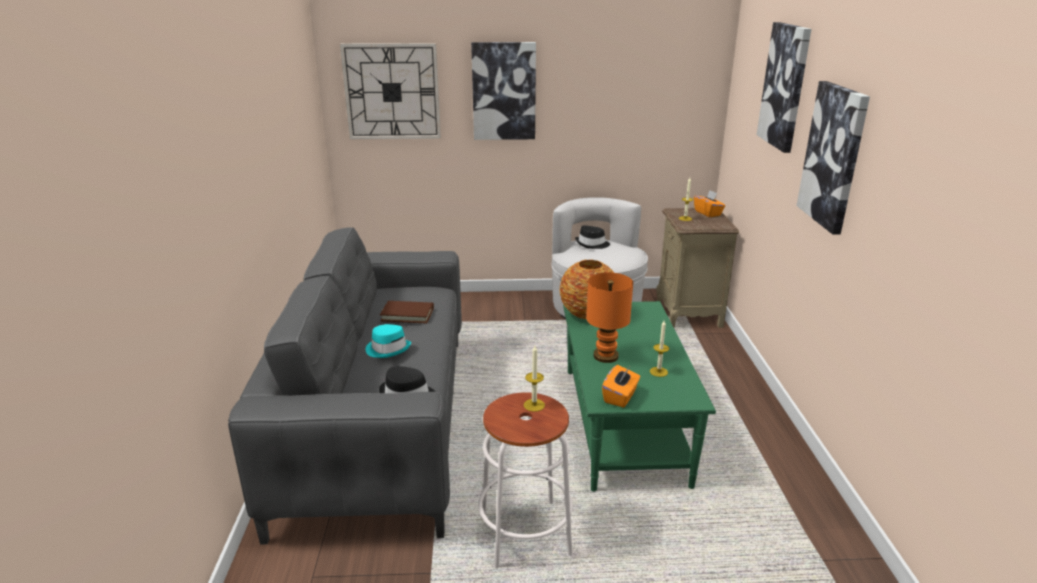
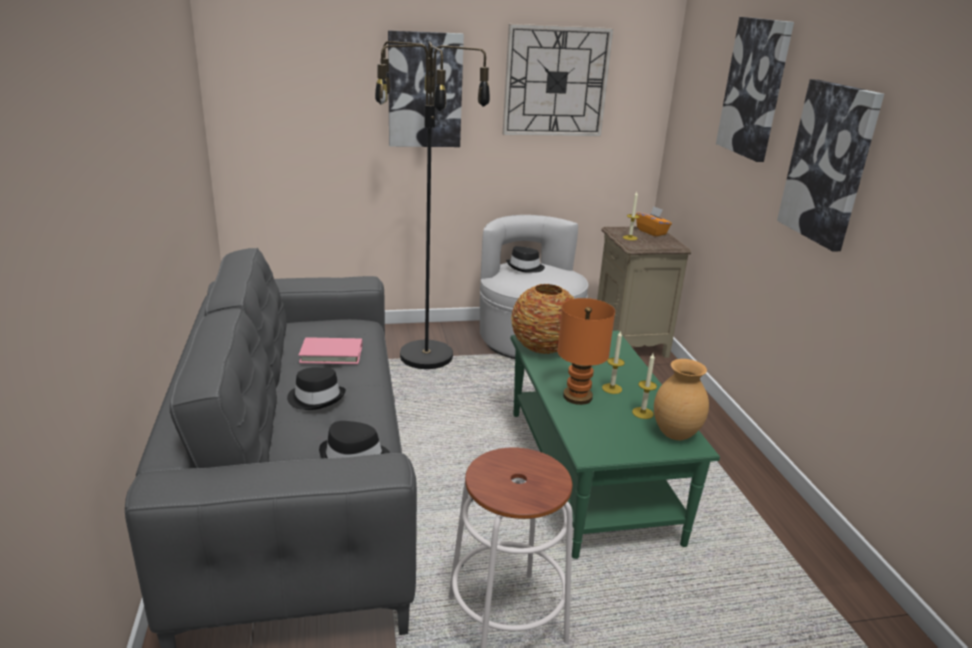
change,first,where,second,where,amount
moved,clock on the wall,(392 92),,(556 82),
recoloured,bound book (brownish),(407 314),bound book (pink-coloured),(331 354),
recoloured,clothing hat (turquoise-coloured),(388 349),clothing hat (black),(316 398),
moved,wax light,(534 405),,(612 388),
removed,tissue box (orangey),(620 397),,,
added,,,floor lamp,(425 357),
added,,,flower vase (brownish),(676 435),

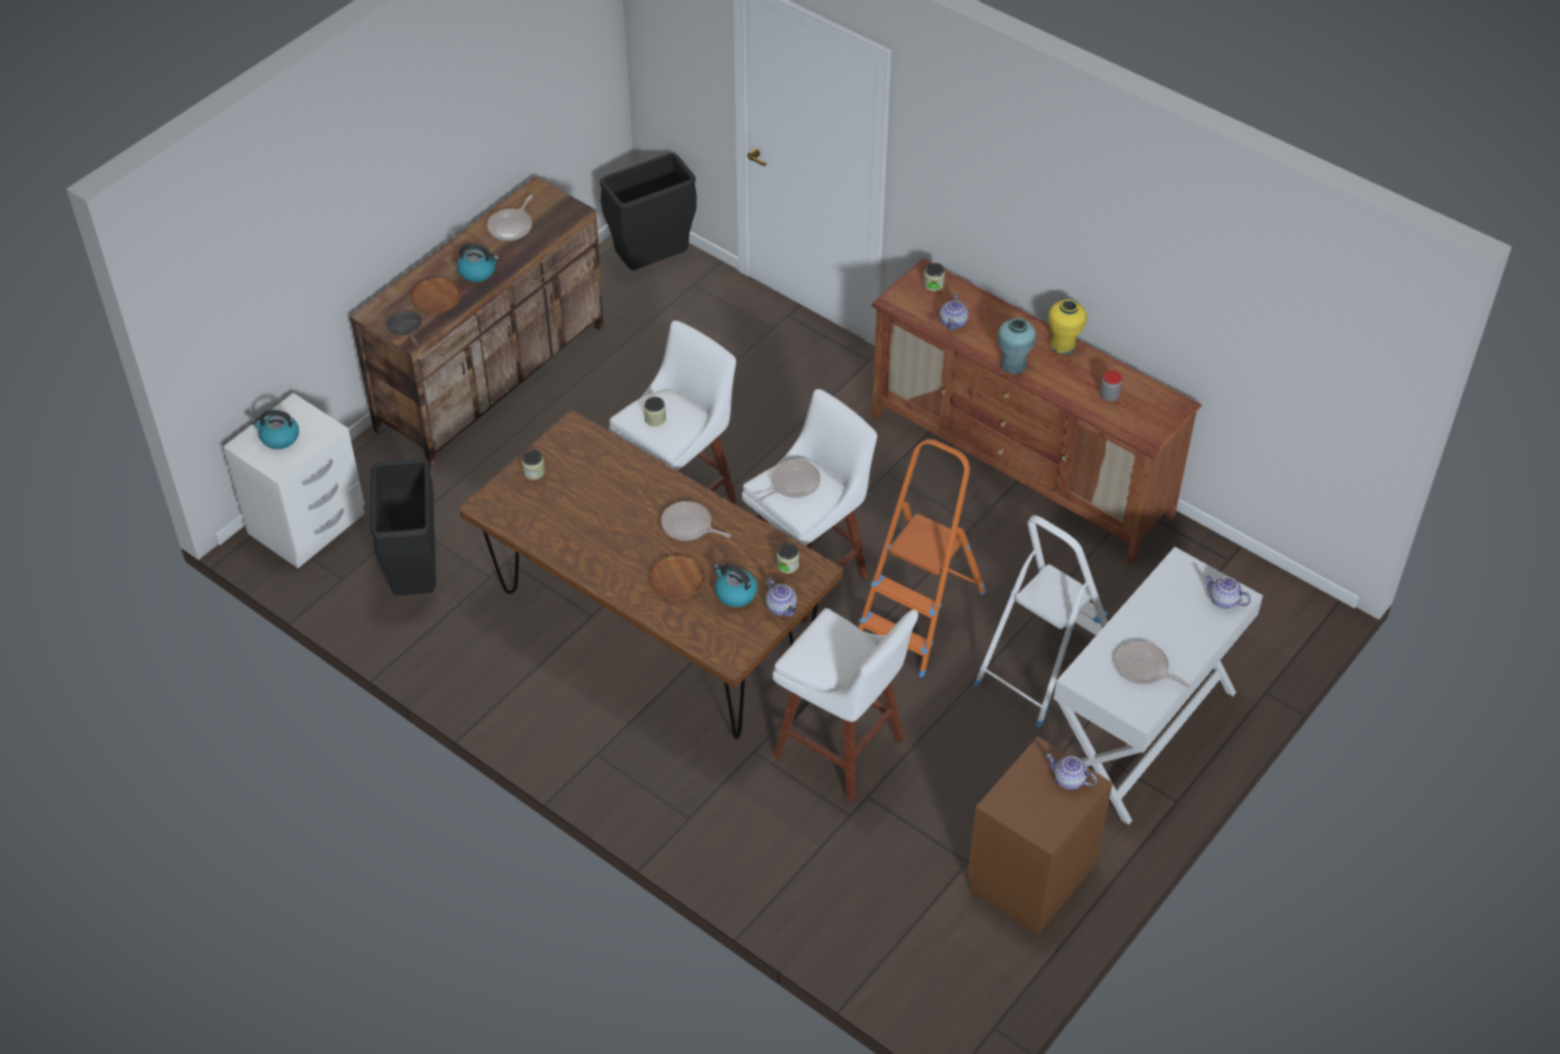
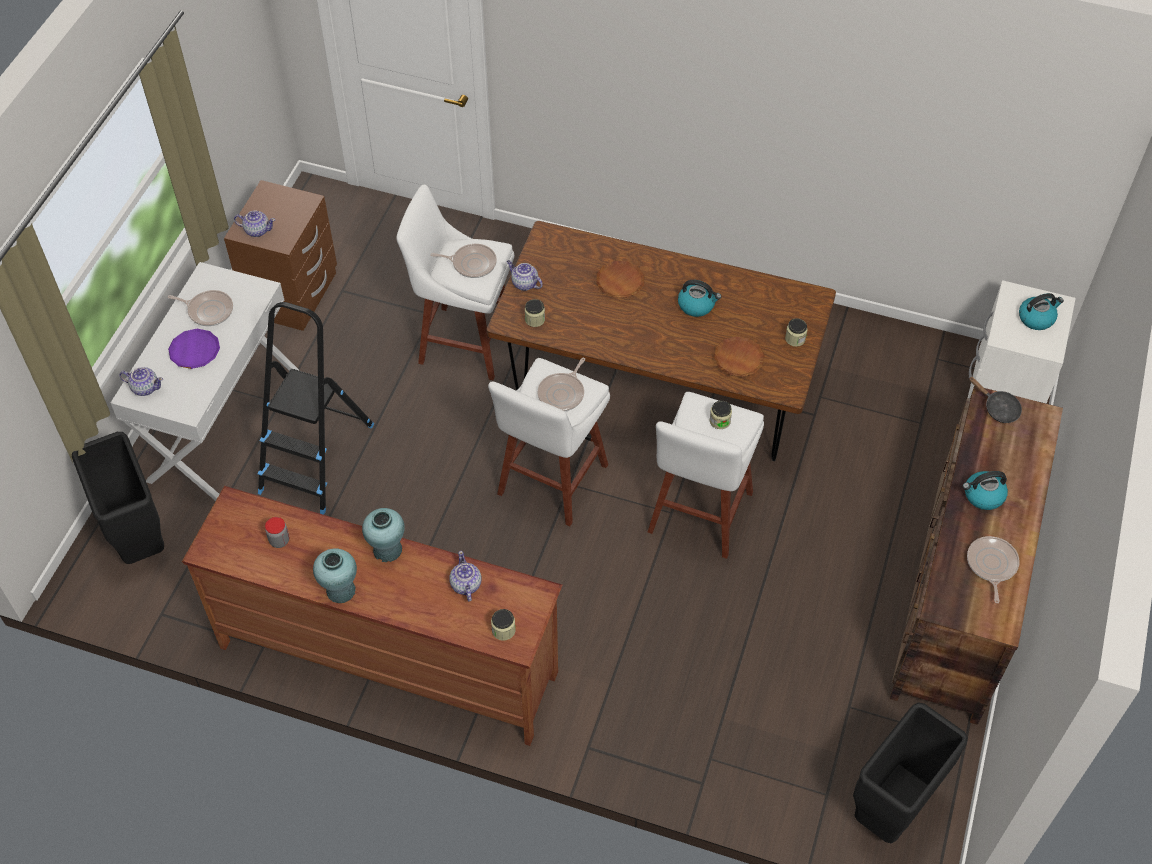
change,first,where,second,where,amount
moved,flat dish (brownish),(436 298),,(738 359),
recoloured,flower vase (yellowish),(1063 345),flower vase (turquoise-coloured),(340 591),
removed,step stool (orangey),(919 618),,,
moved,rubbish bin (black),(415 579),,(141 541),
moved,pan,(689 526),,(472 263),
recoloured,step stool (whitish),(1046 664),step stool (black),(316 459),
moved,water kettle,(735 593),,(697 305),
added,,,flat dish (purple),(195 351),

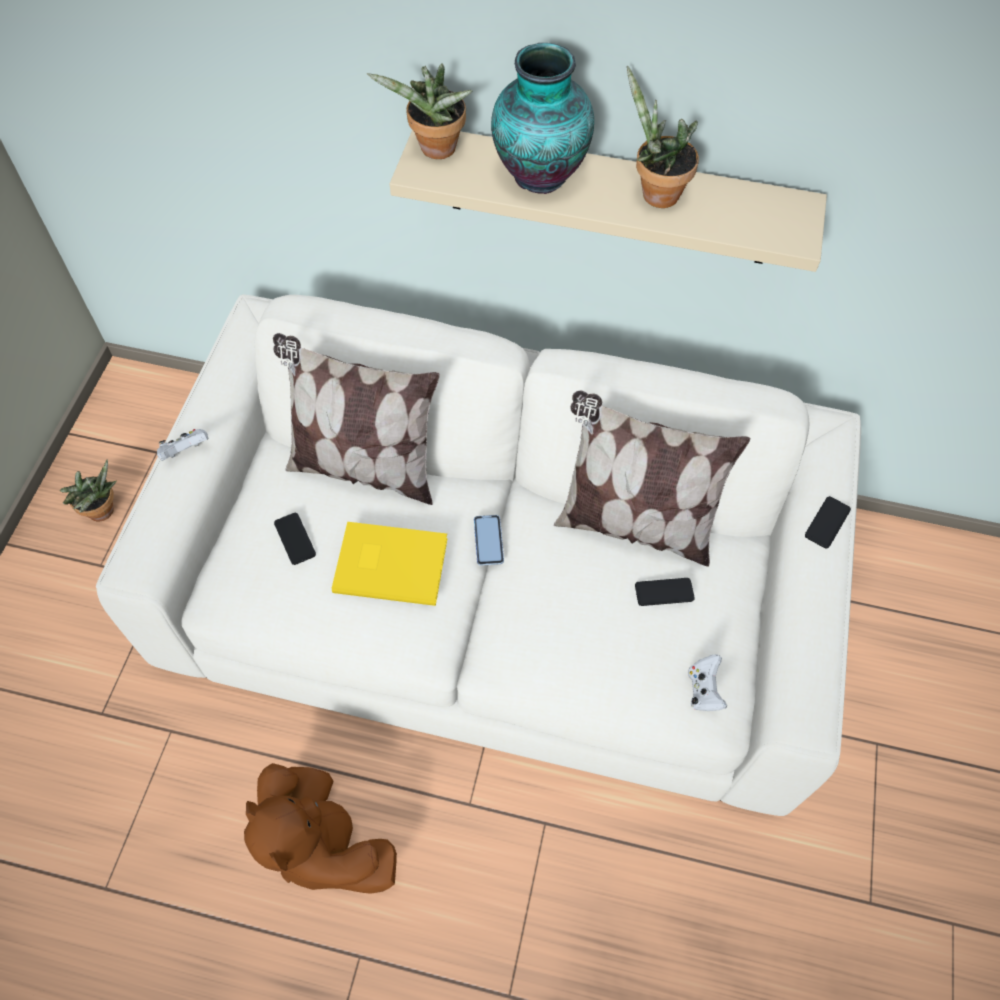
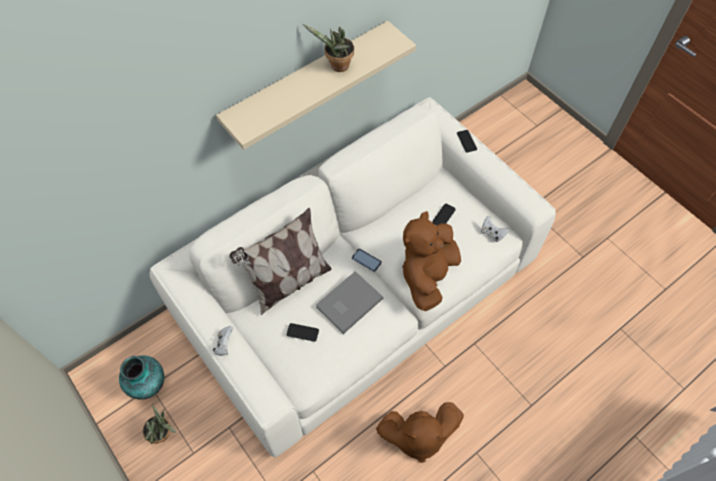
change,first,where,second,where,amount
moved,flower vase,(537 175),,(148 386),
removed,potted plant,(434 151),,,
removed,throw pillow,(633 523),,,
recoloured,bound book (yellowish),(389 563),bound book (gray),(347 302),
added,,,cuddly toy (brownish),(427 275),

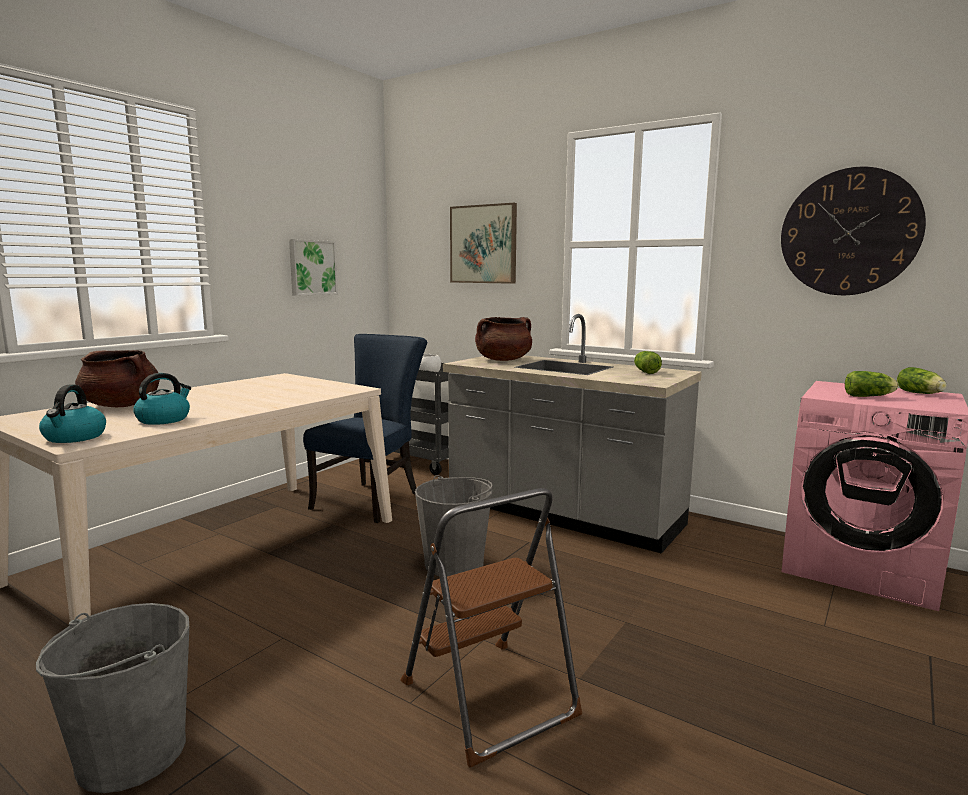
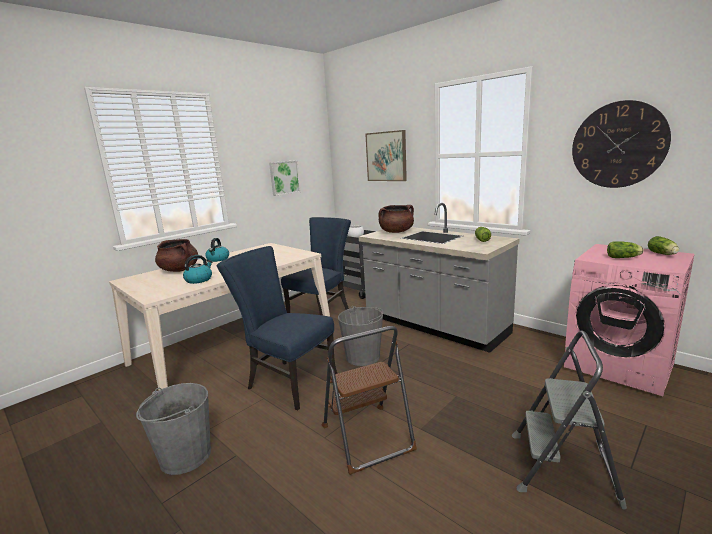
change,first,where,second,where,amount
moved,water kettle,(74 437),,(218 259),
added,,,chair (blue),(287 381),
added,,,step stool (gray),(568 469),

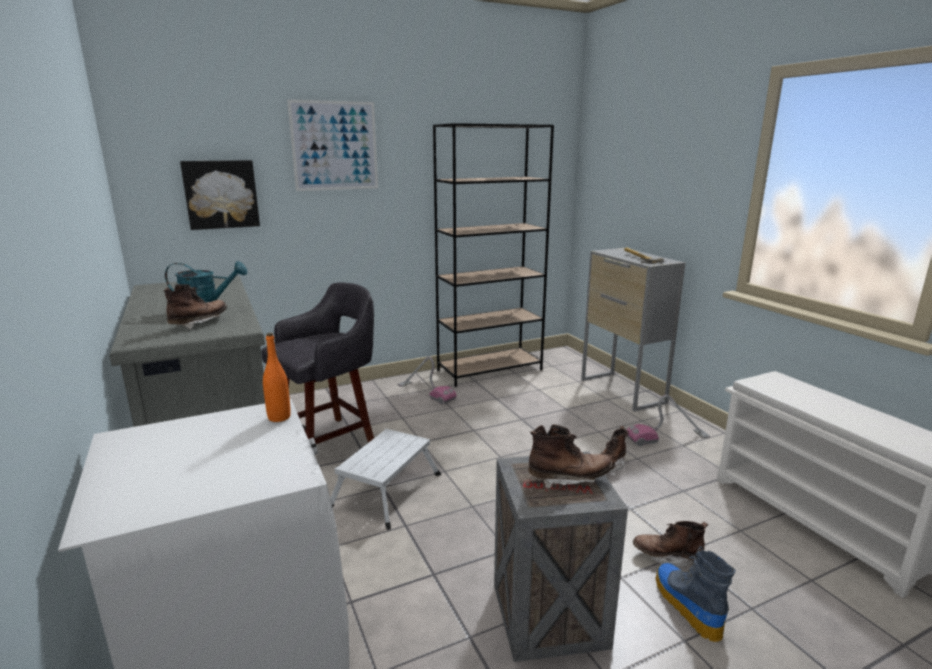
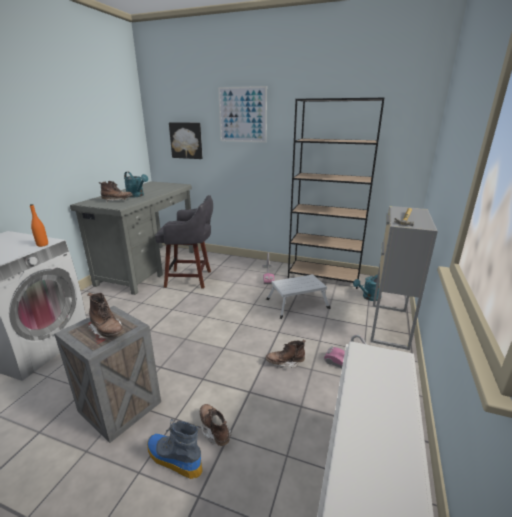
change,first,where,second,where,amount
moved,step stool (whitish),(386 490),,(297 303),
turned,tall boot,(685 605),,(173 459),90 degrees counterclockwise
added,,,sprinkling can (turquoise-coloured),(369 297),

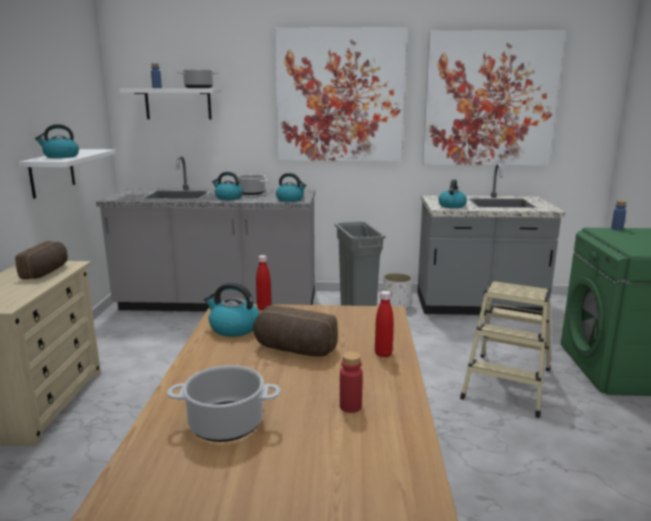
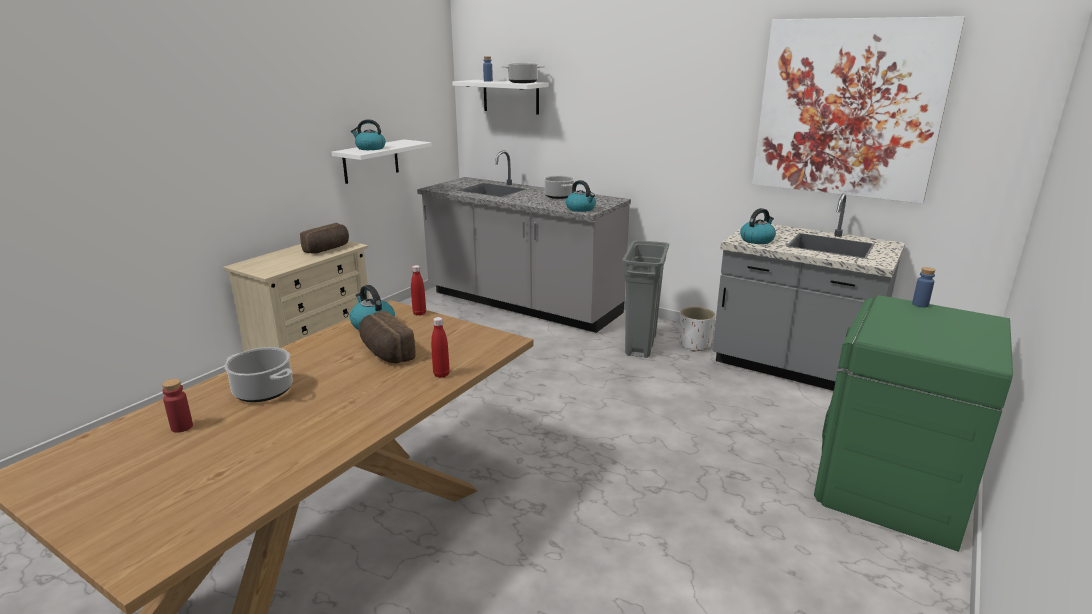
change,first,where,second,where,amount
removed,picture,(340 96),,,
removed,water kettle,(228 198),,,
removed,step stool (beige),(507 382),,,
moved,beverage bottle (reddish),(350 406),,(182 427),

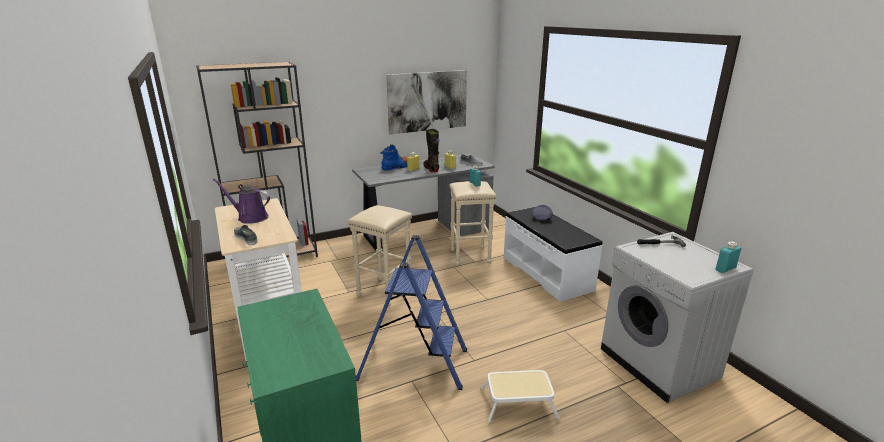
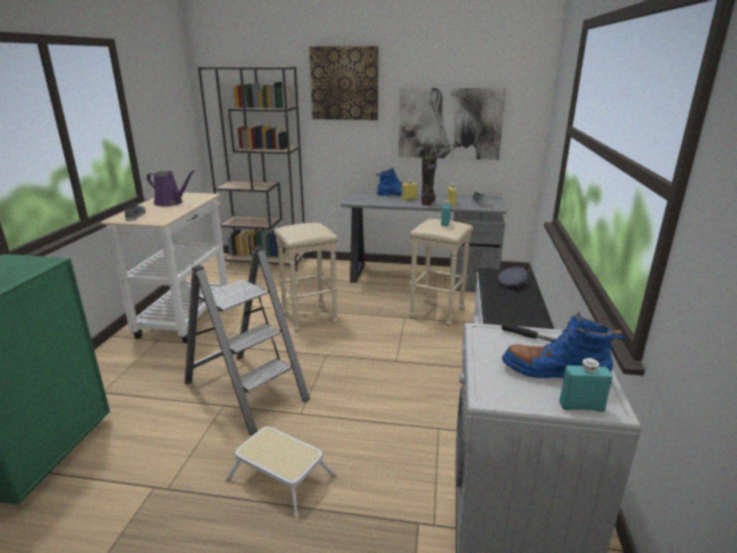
change,first,where,second,where,amount
turned,sprinkling can (purple),(250 217),,(171 203),150 degrees clockwise
recoloured,step stool (blue),(411 363),step stool (gray),(244 390),
added,,,picture,(344 83),
added,,,tall boot (blue),(554 373),

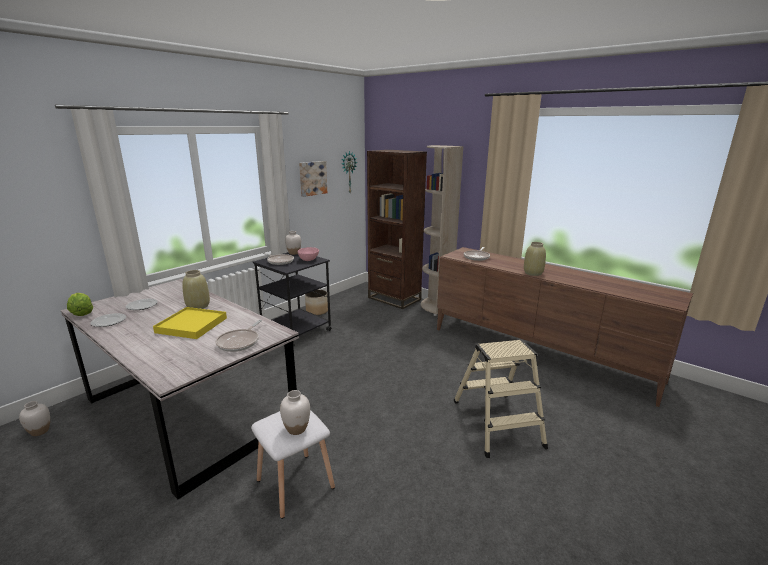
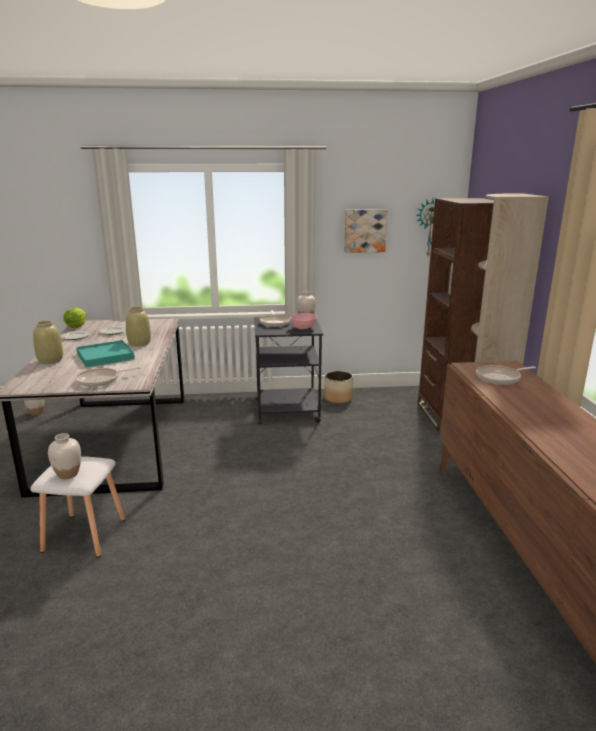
change,first,where,second,where,amount
moved,flower vase (beige),(533 273),,(50 361),
recoloured,serving tray (yellowish),(191 325),serving tray (turquoise-coloured),(105 356),
removed,step stool (beige),(496 422),,,

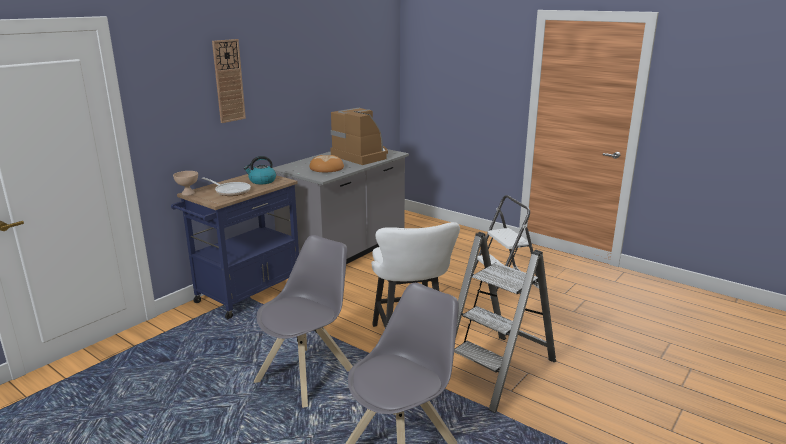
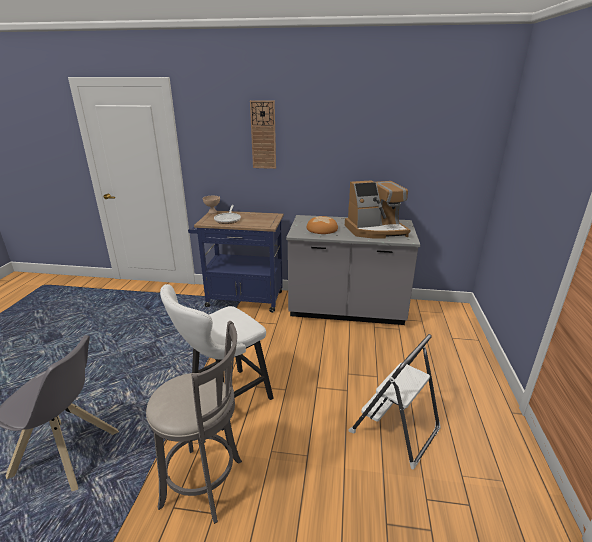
change,first,where,second,where,amount
turned,coffee machine,(361 156),,(376 230),60 degrees clockwise
removed,water kettle,(262 181),,,
replaced,step stool (gray),(499 370),sitting stool (gray),(206 484),
removed,chair (gray),(307 374),,,

